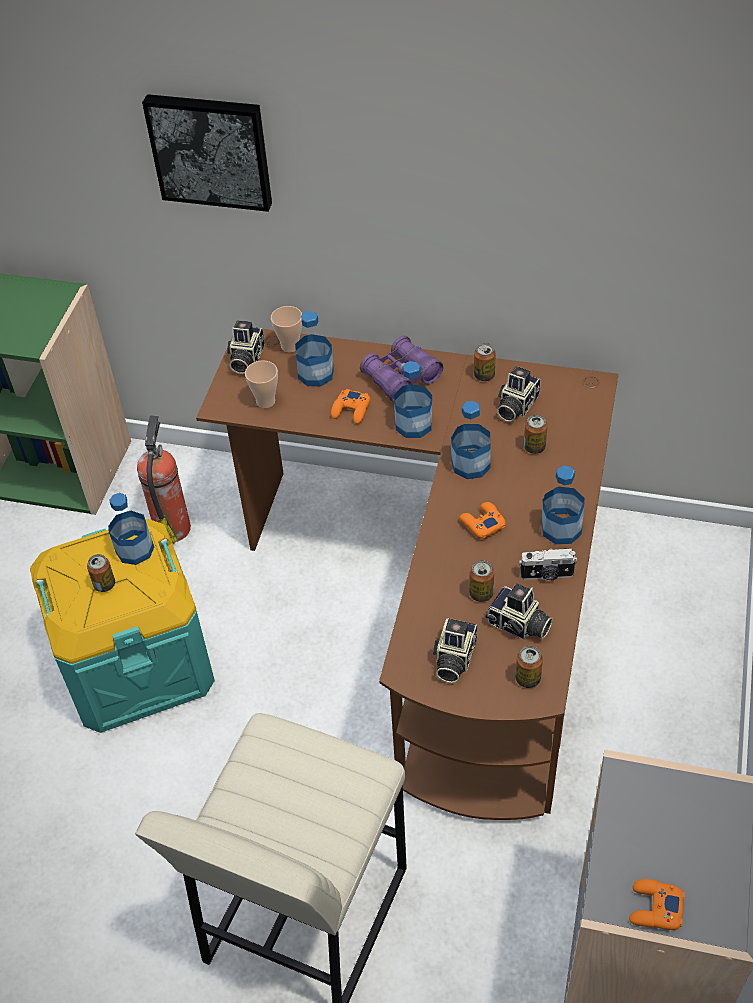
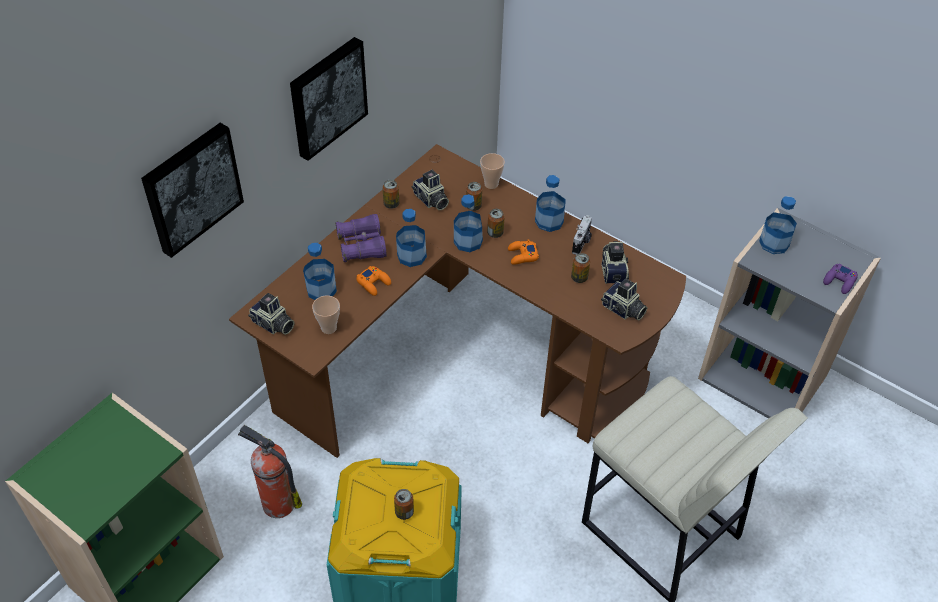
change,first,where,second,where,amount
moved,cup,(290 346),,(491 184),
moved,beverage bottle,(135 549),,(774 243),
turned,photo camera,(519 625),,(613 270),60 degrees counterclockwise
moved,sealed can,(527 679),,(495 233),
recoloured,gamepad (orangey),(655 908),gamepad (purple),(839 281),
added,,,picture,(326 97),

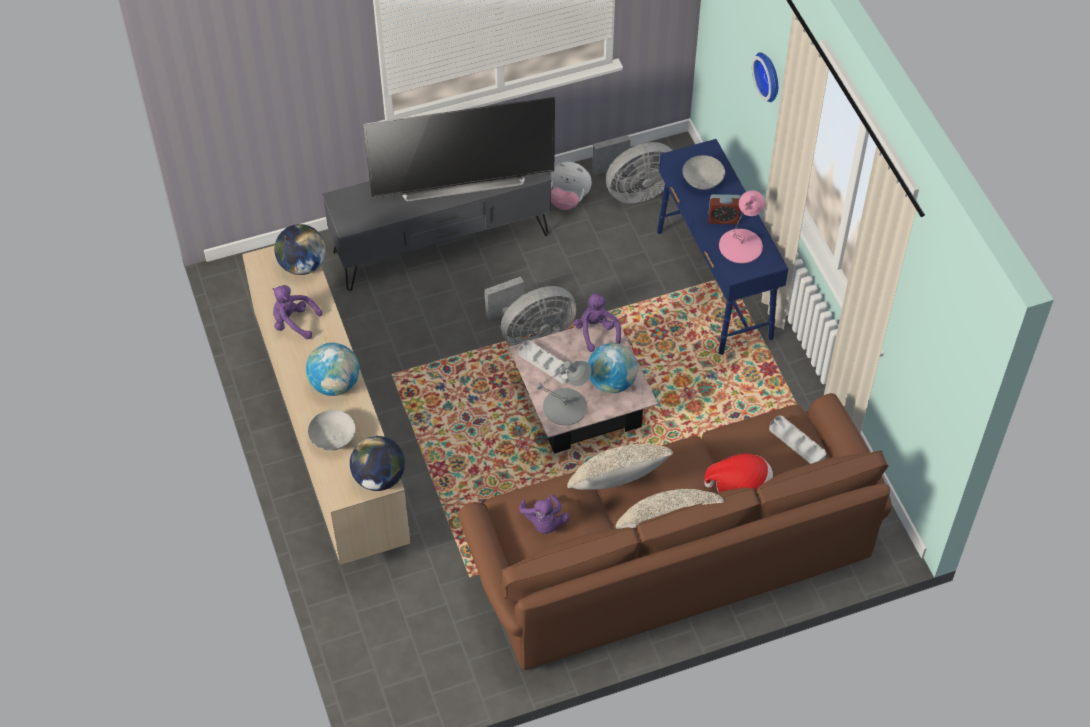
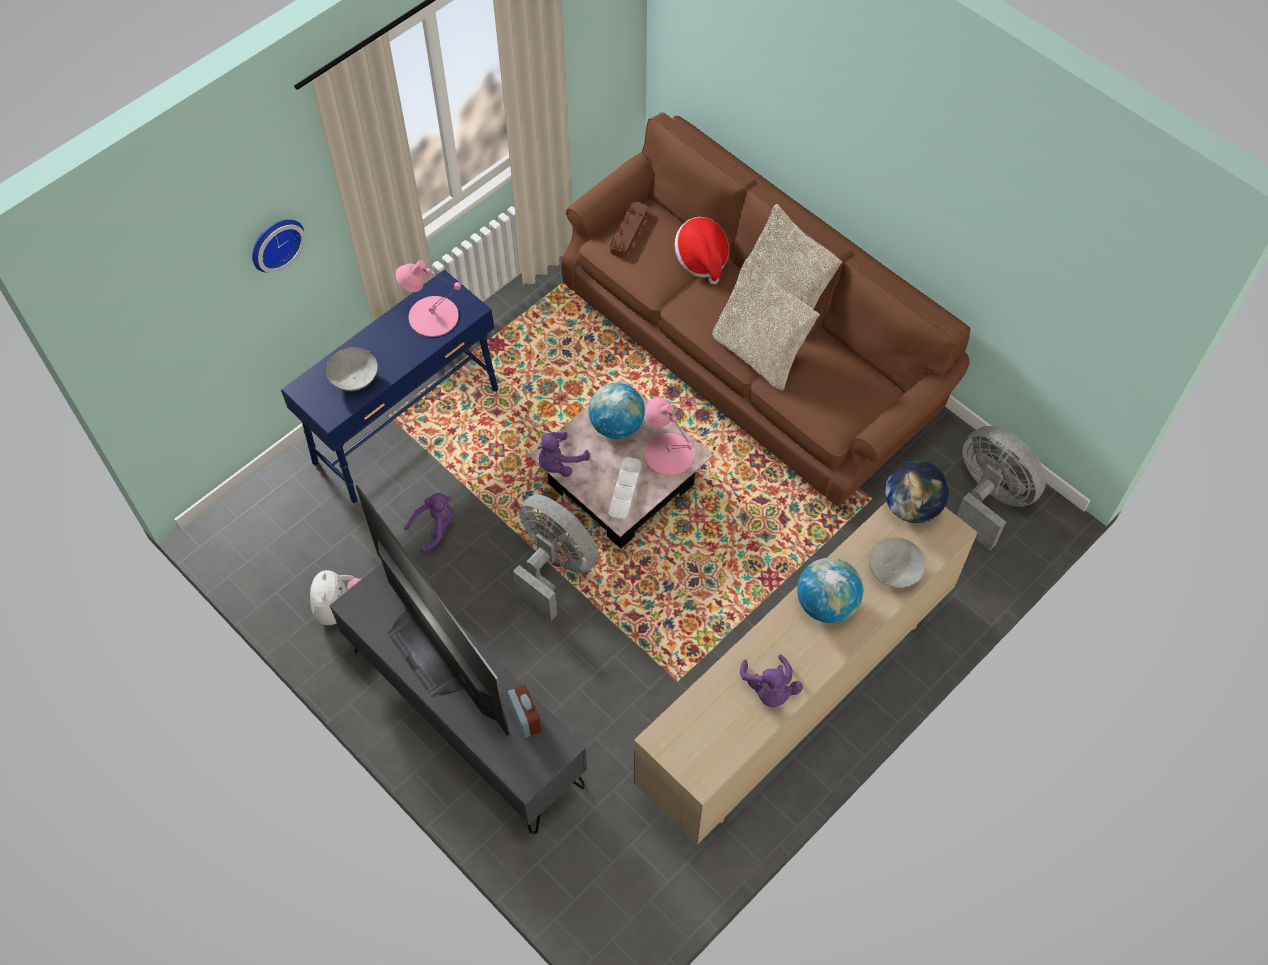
change,first,where,second,where,amount
moved,electric fan (gray),(634 191),,(988 499),
moved,alarm clock,(723 219),,(525 718),
removed,world globe,(302 265),,,
recoloured,table lamp (gray),(566 407),table lamp (pink-coloured),(668 453),
recoloured,serving tray (gray),(797 443),serving tray (brownish),(628 232),
moved,cuddly toy (purple),(544 522),,(435 527),

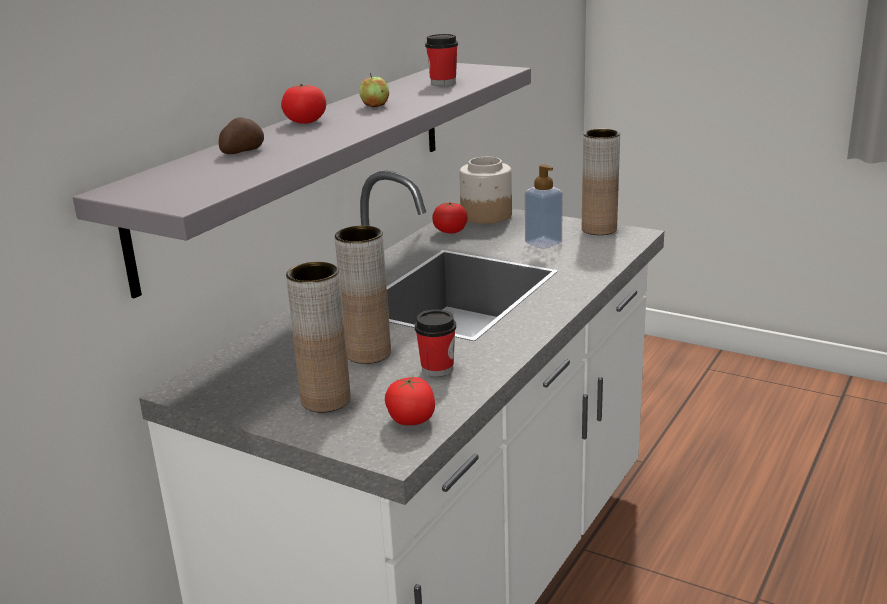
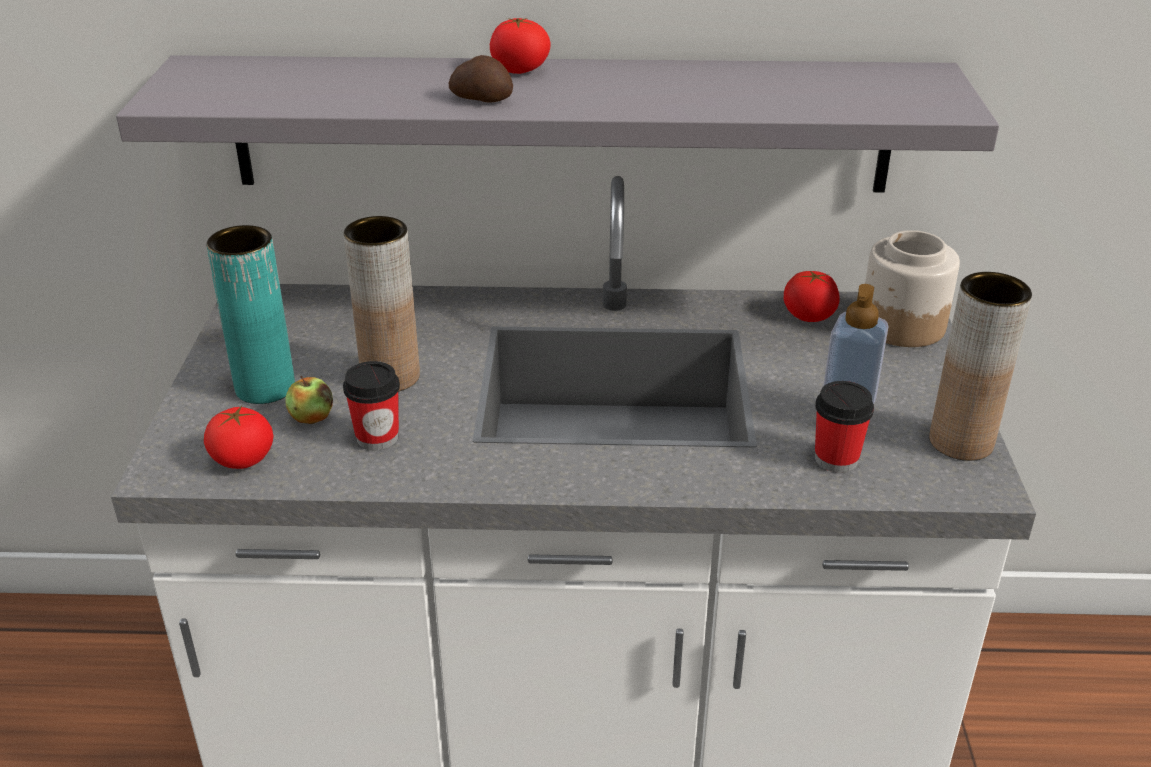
change,first,where,second,where,amount
moved,cup,(443 83),,(836 459),
moved,apple,(375 106),,(312 417),
moved,spud,(242 151),,(482 98),
recoloured,flower vase (brownish),(326 400),flower vase (turquoise-coloured),(265 388),

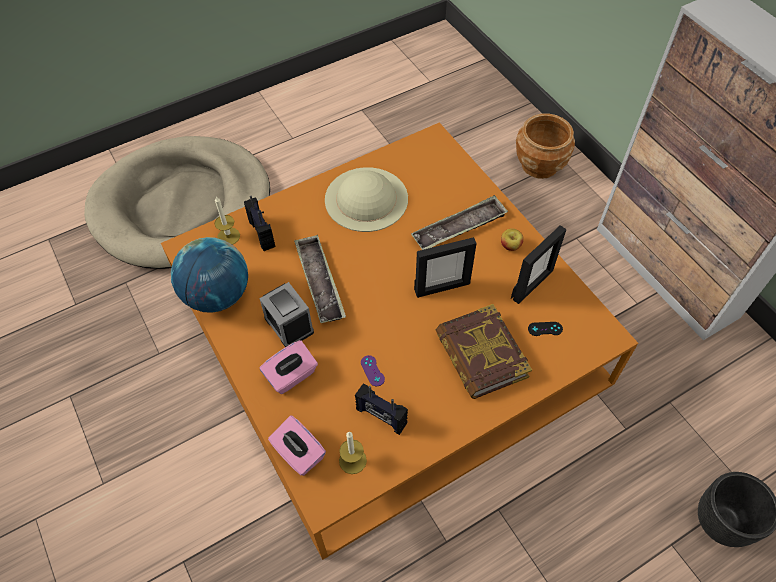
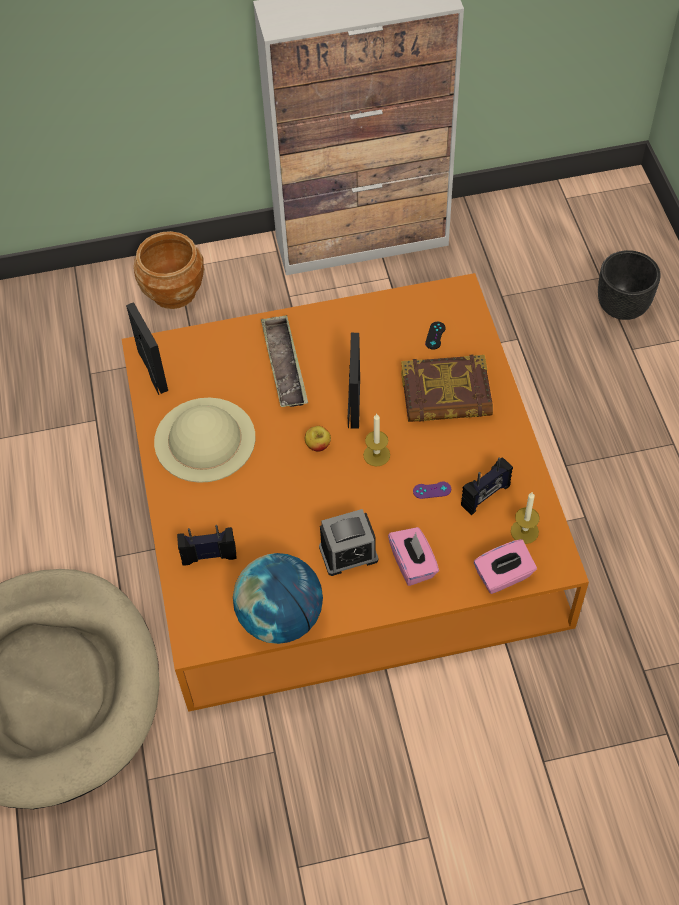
change,first,where,second,where,amount
moved,wax light,(228 236),,(376 455),
moved,standing frame,(532 284),,(151 371),
moved,apple,(510 245),,(318 445),
removed,serving tray,(320 282),,,

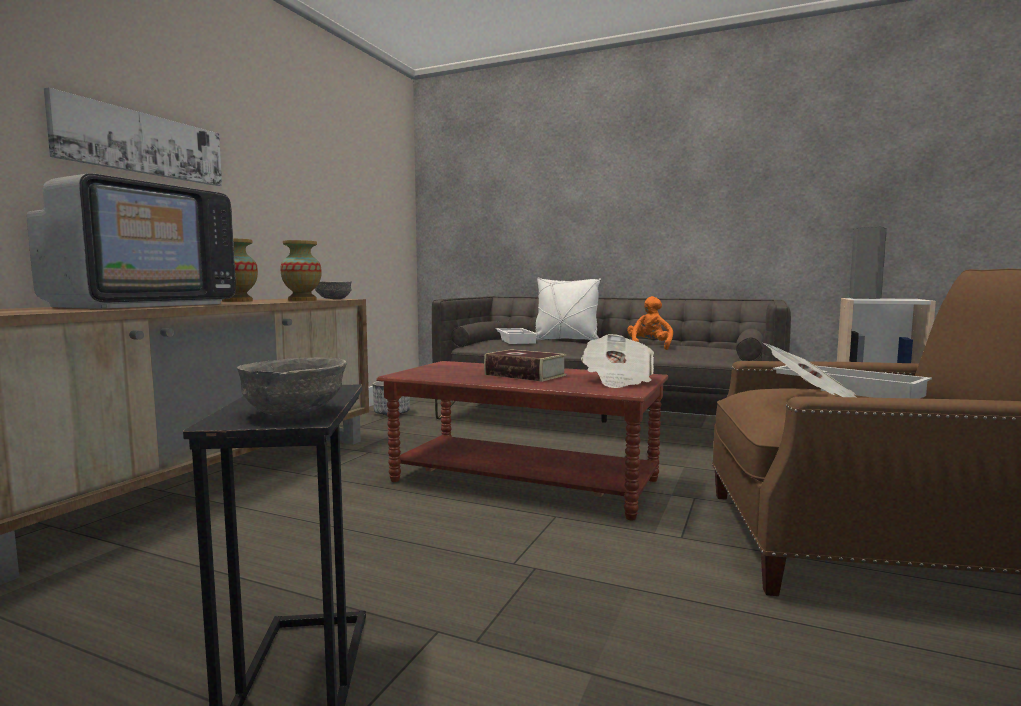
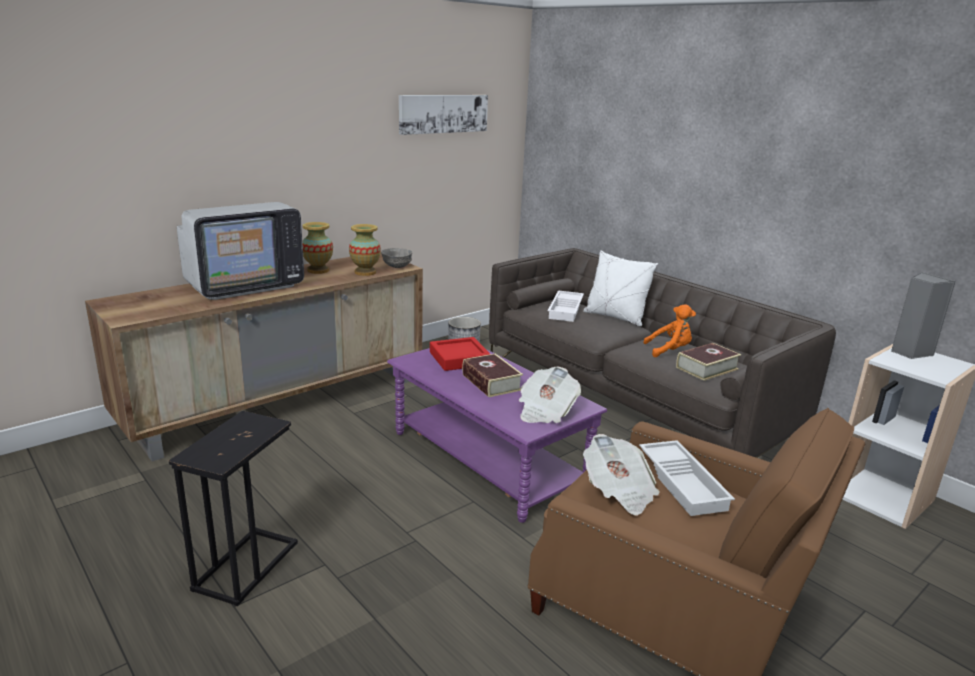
change,first,where,second,where,amount
moved,picture,(142 144),,(443 113),
turned,cuddly toy (orangey),(649 347),,(669 350),45 degrees clockwise
removed,bowl (gray),(294 412),,,
recoloured,coffee table (brownish),(524 481),coffee table (purple),(487 459),
added,,,serving tray (reddish),(459 358),
added,,,bound book,(707 368),

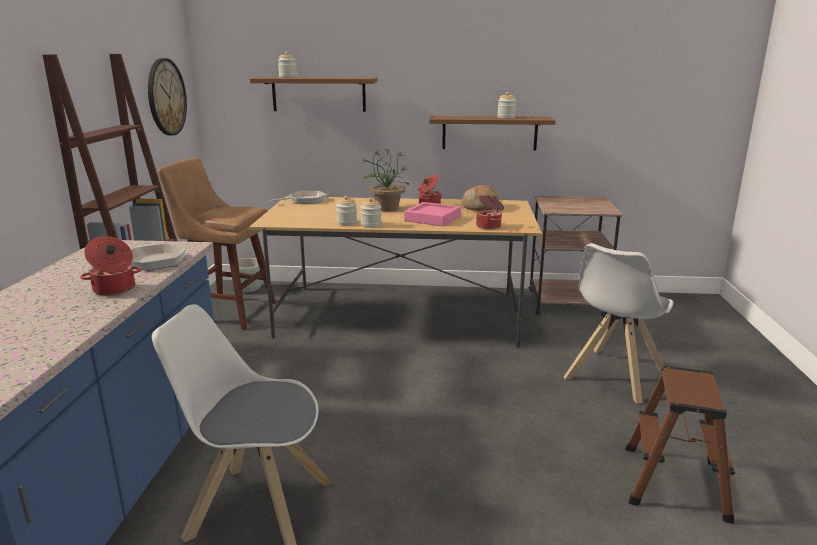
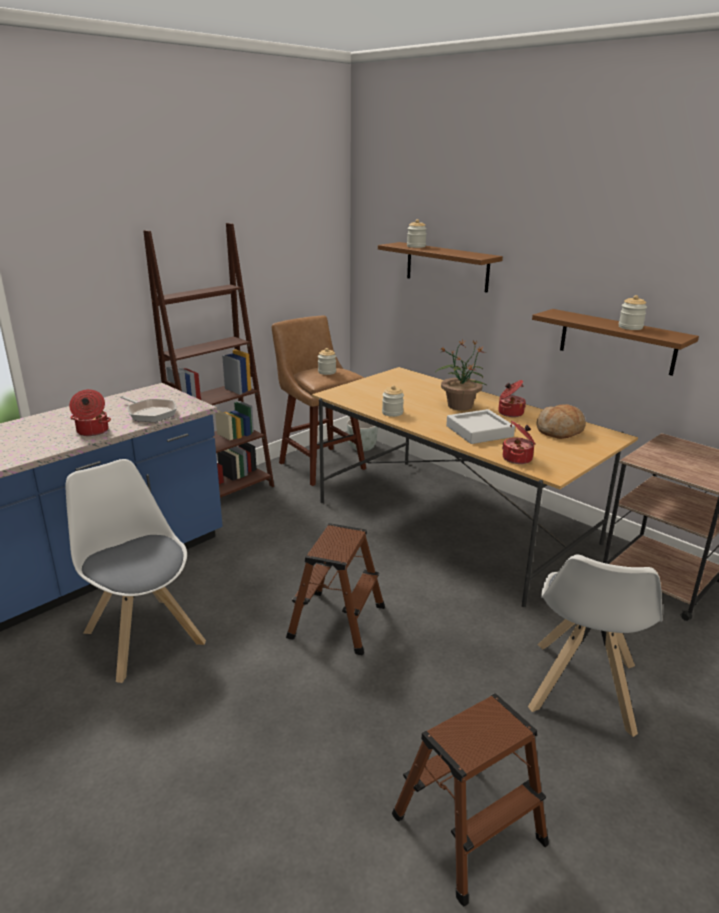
change,first,where,second,where,amount
removed,clock on the wall,(166 97),,,
removed,pan,(304 200),,,
moved,preserve jar,(371 225),,(327 372),
recoloured,serving tray (pink-coloured),(432 218),serving tray (gray),(479 431),
turned,chair,(613 376),,(582 689),60 degrees counterclockwise
added,,,step stool (brownish),(337 621),

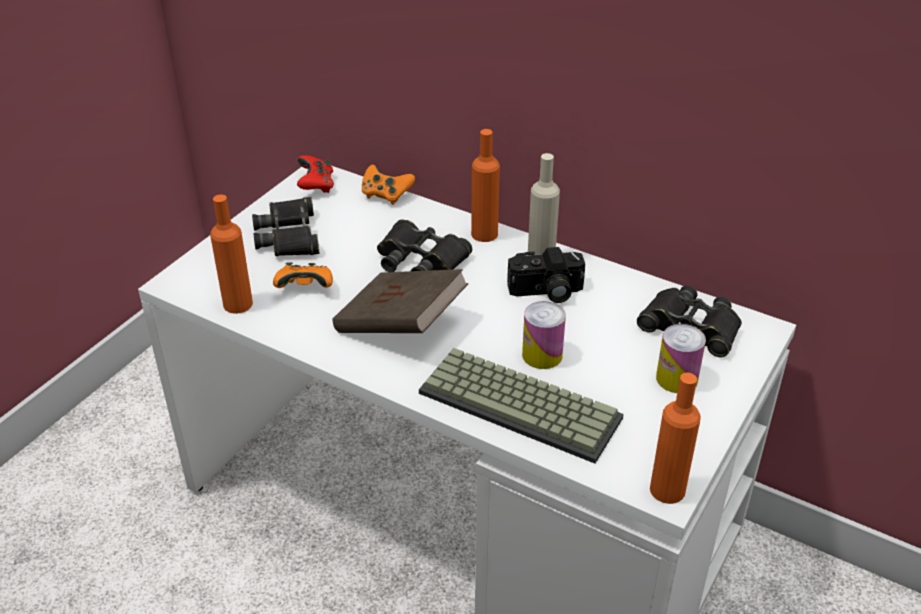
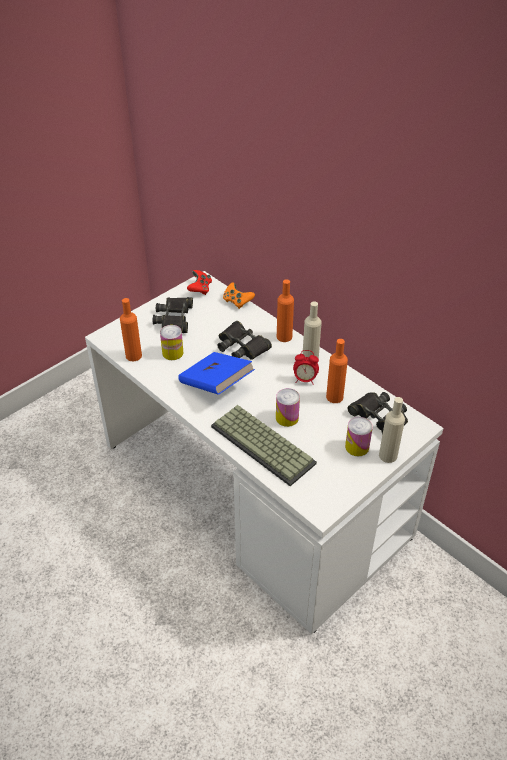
change,first,where,second,where,amount
replaced,photo camera,(546 292),alarm clock,(305 380),
replaced,gamepad (orangey),(306 288),sealed can,(172 353),
recoloured,bound book (brownish),(400 325),bound book (blue),(216 385),
moved,beverage bottle (orangey),(667 490),,(334 397),
added,,,beverage bottle (beige),(388 455),

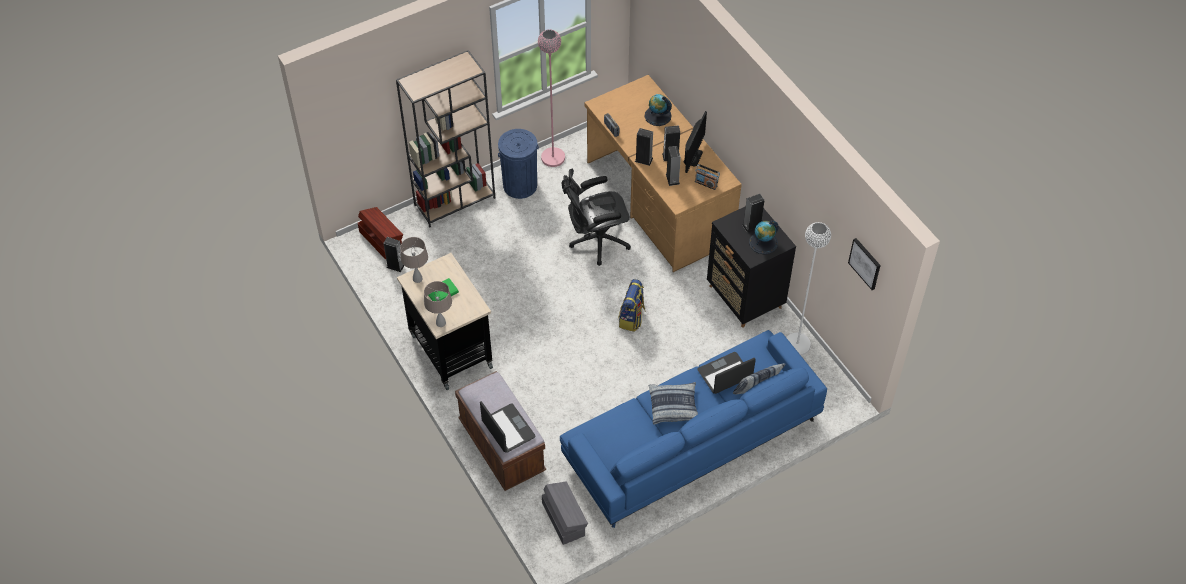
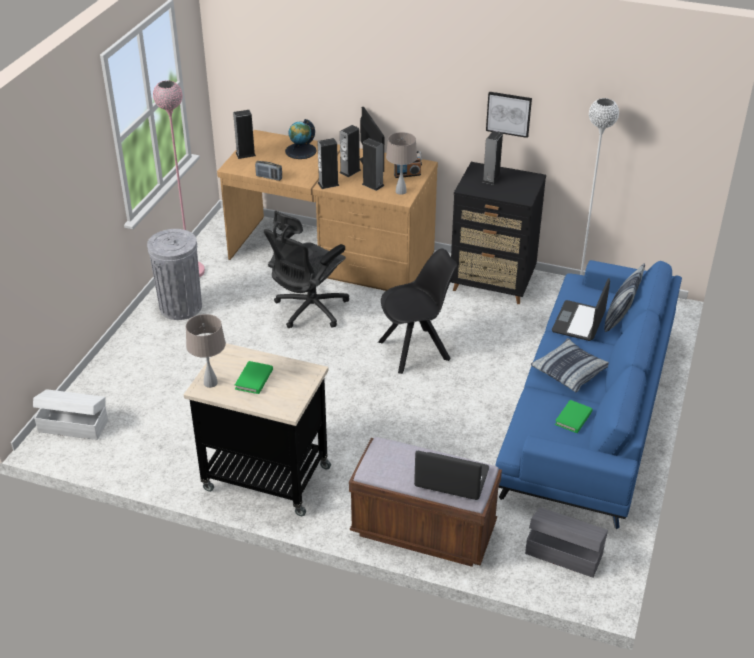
change,first,where,second,where,amount
removed,bookshelf,(455 201),,,
recoloured,rubbish bin (blue),(520 185),rubbish bin (gray),(180 307),
recoloured,storage container (brownish),(381 239),storage container (whitish),(73 425),
removed,world globe,(763 243),,,
moved,loudspeaker,(395 266),,(245 154),
moved,picture,(865 263),,(509 113),
replaced,backpack,(632 318),chair (black),(416 350),
moved,table lamp (beige),(440 322),,(400 191),
added,,,bound book (green),(573 418),

